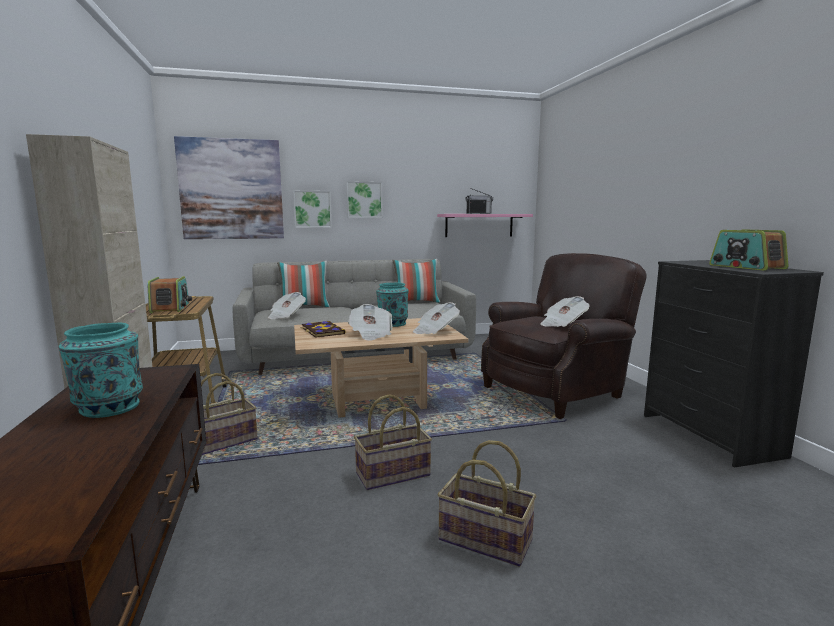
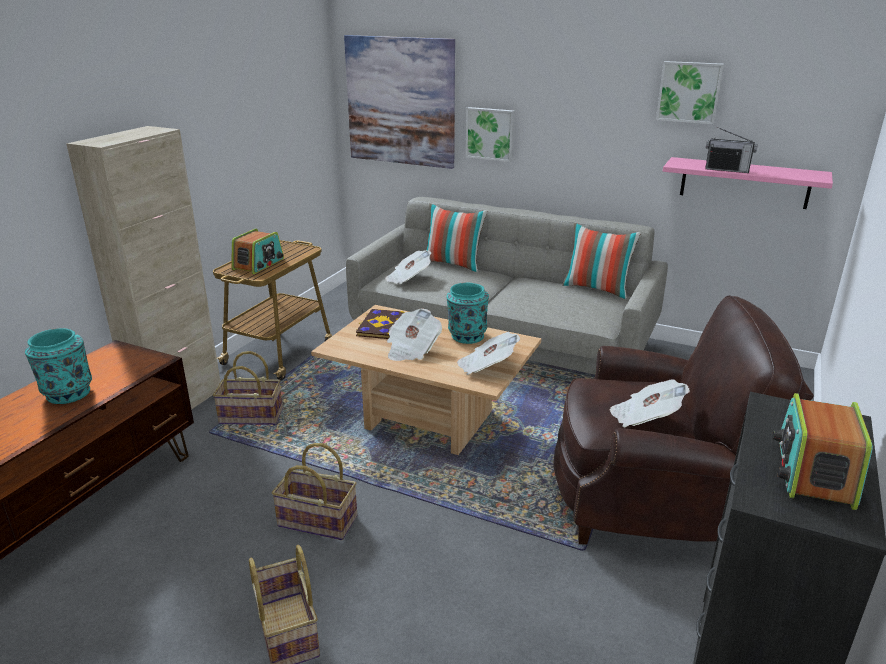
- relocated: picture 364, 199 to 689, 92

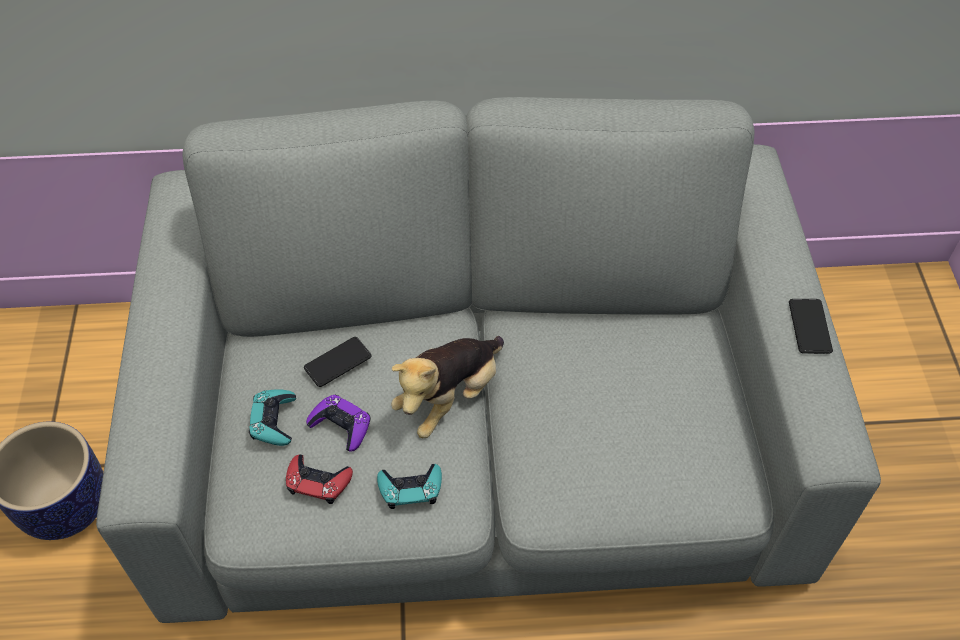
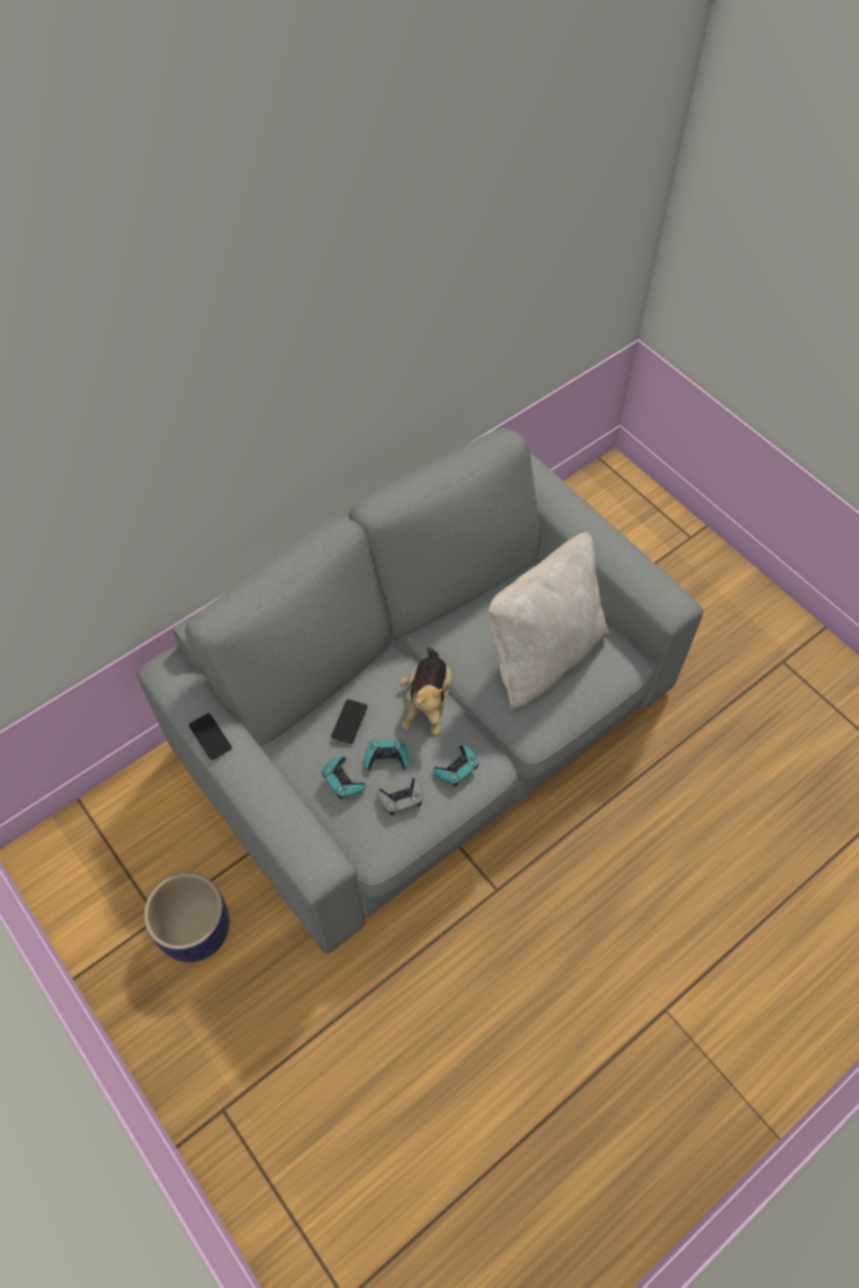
- relocated: phone 809, 327 to 210, 737
- colour: game controller in purple 341, 426 to game controller in turquoise 386, 758
- colour: game controller in red 318, 482 to game controller in grey 401, 798
- appeared: pillow in beige 542, 654

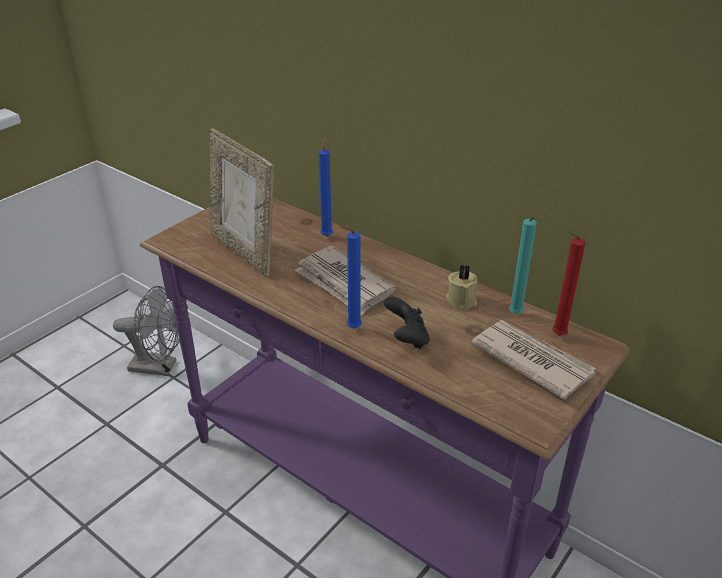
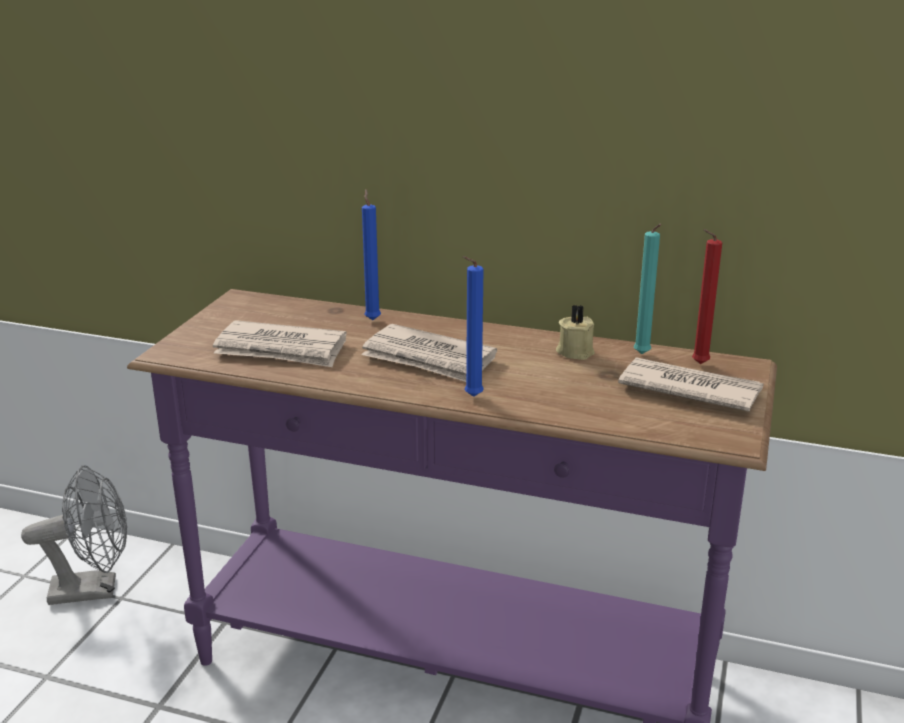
- exchanged: picture frame 245, 252 to newspaper 281, 349
- missing: game controller in black 407, 338

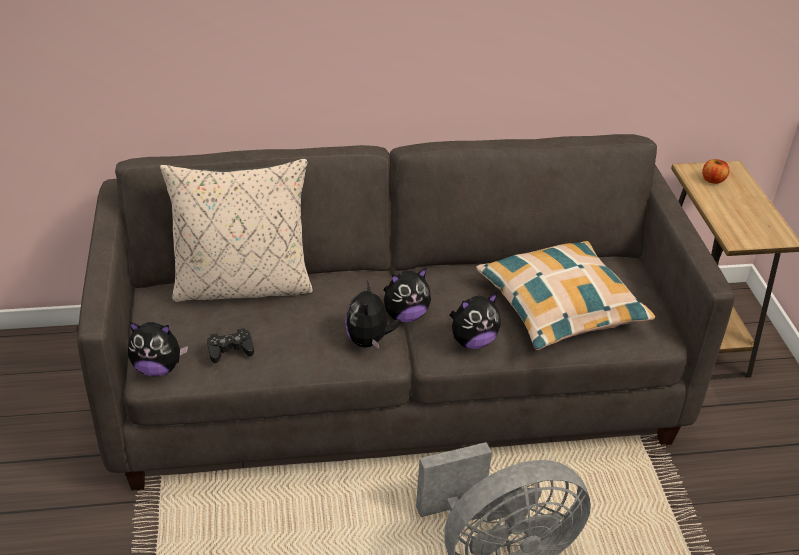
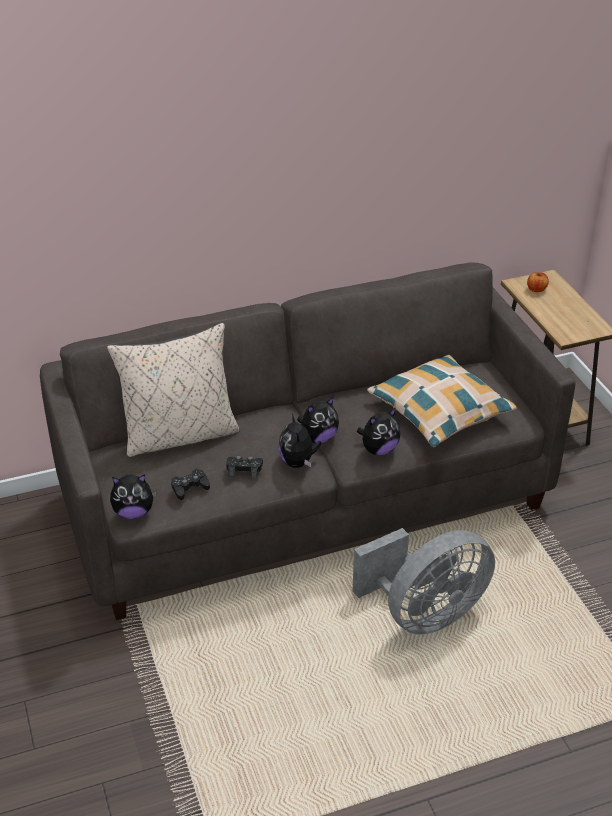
- appeared: game controller in black 244, 469

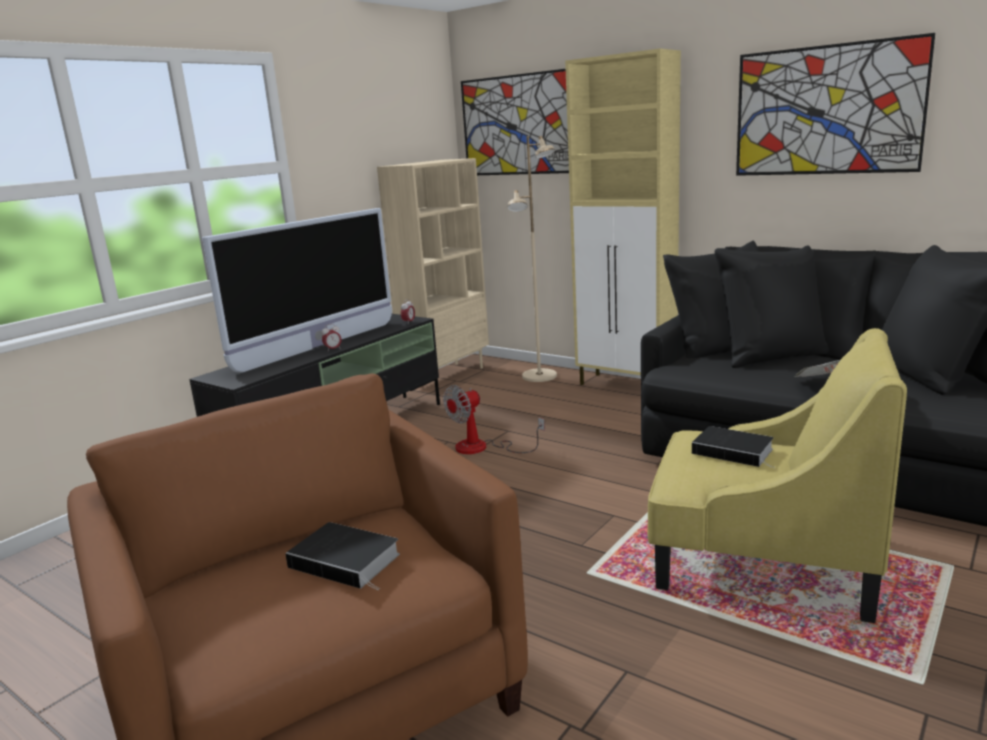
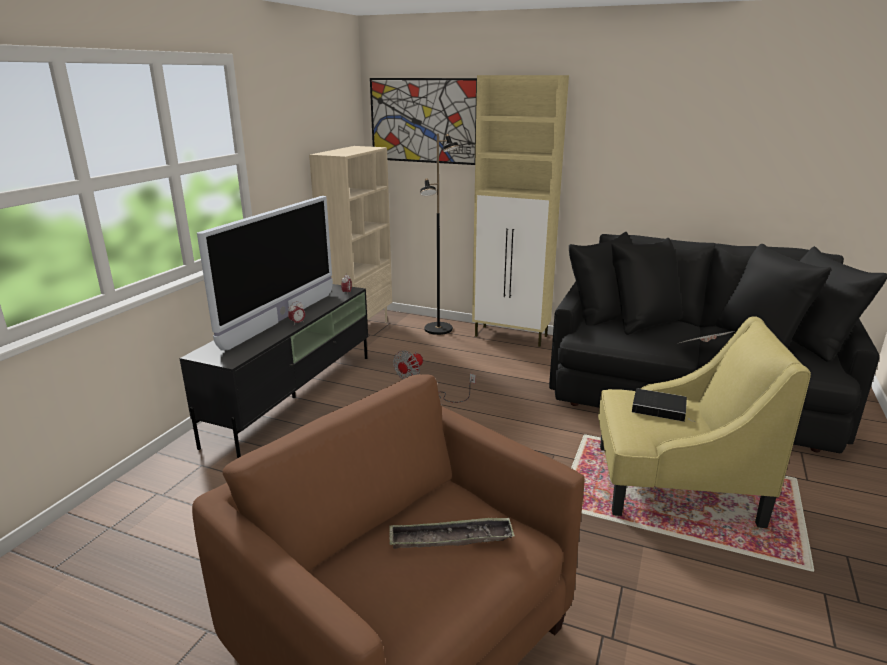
- missing: picture 826, 110
- colour: floor lamp in beige 540, 376 to floor lamp in black 439, 329
- exchanged: book 347, 561 to tray 450, 539

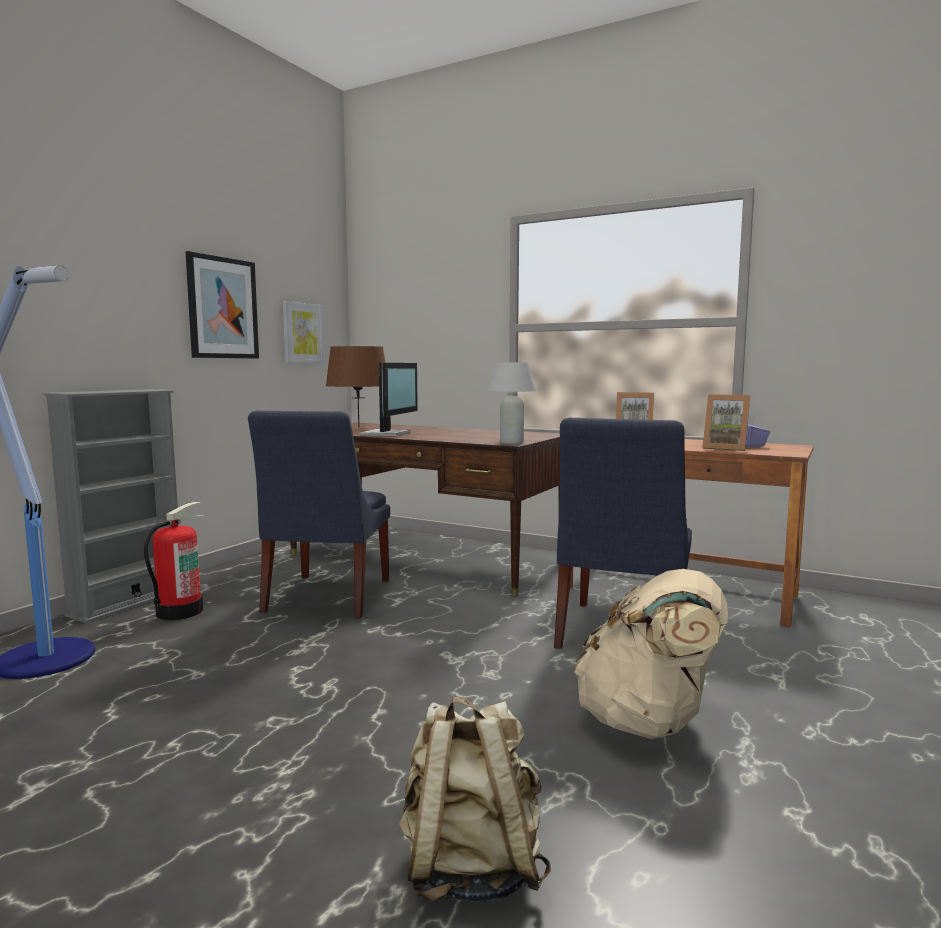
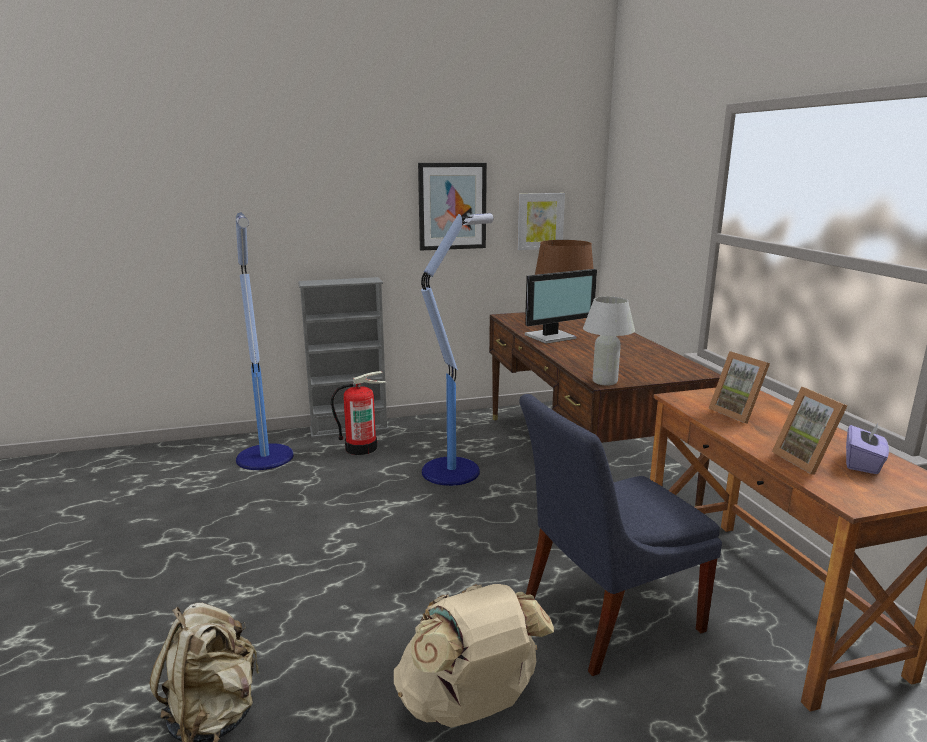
- exchanged: chair in blue 325, 597 to floor lamp 452, 470

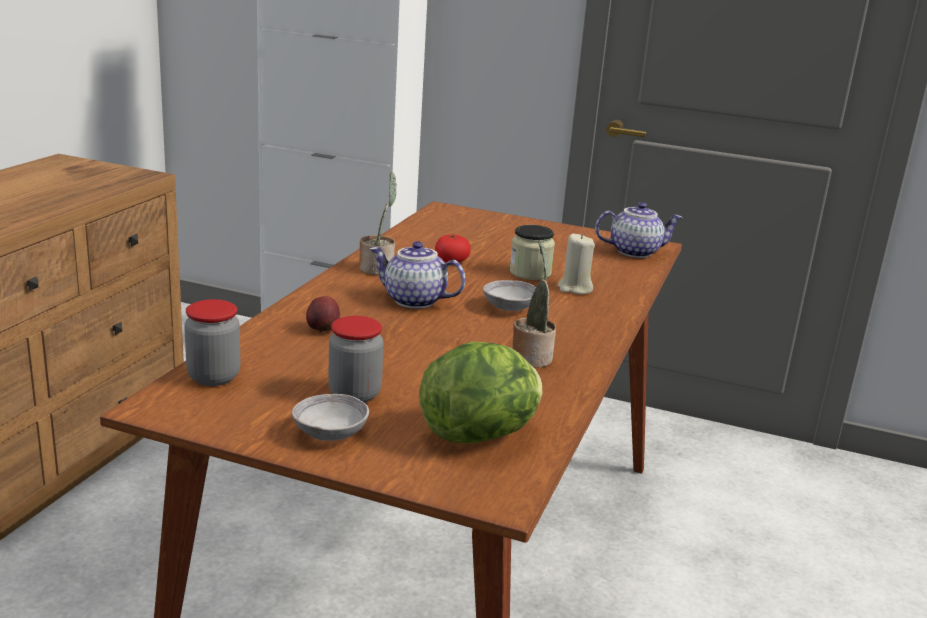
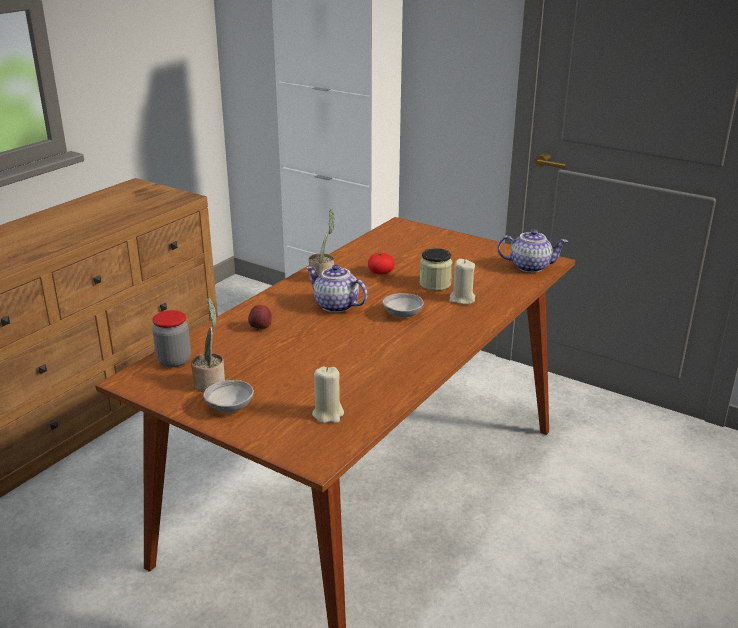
- relocated: potted plant 531, 357 to 210, 383
- missing: jar 354, 394
- exchanged: lettuce 481, 435 to candle in beige 328, 414

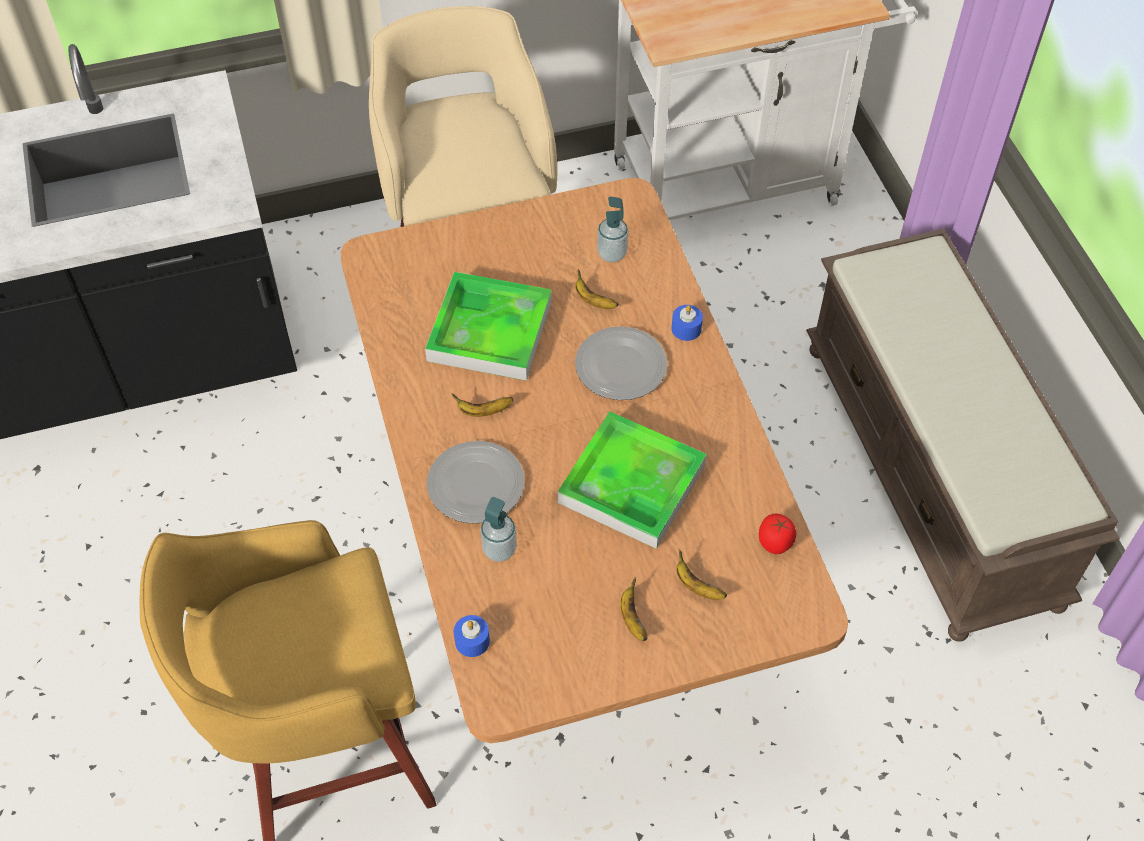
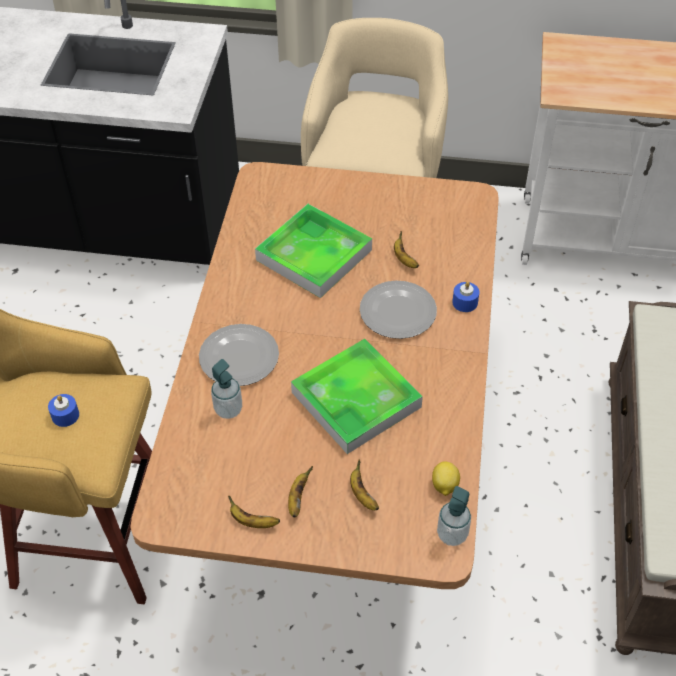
- relocated: soap dispenser 612, 254 to 452, 534
- relocated: banana 483, 411 to 252, 522
- exchanged: tomato 775, 543 to lemon 444, 486
- relocated: candle in blue 472, 641 to 65, 415

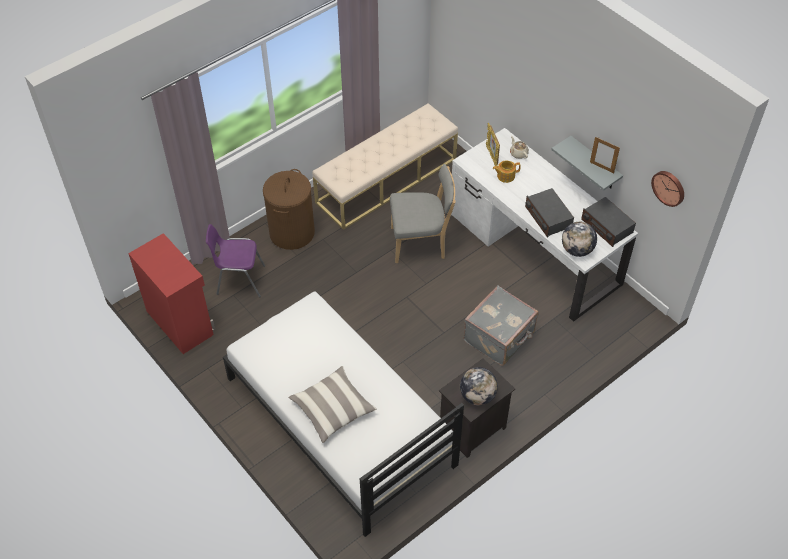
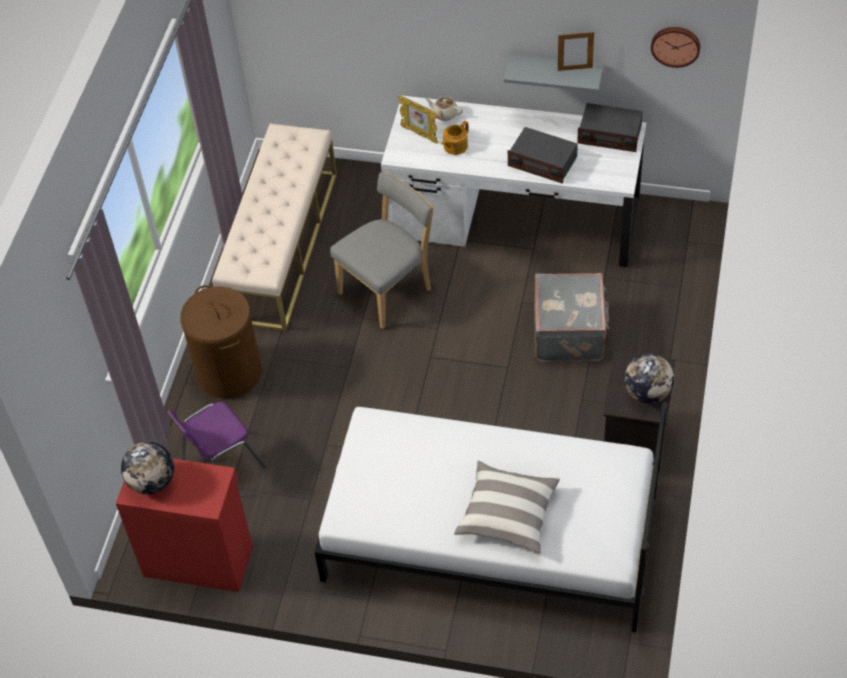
- relocated: globe 577, 250 to 152, 482

